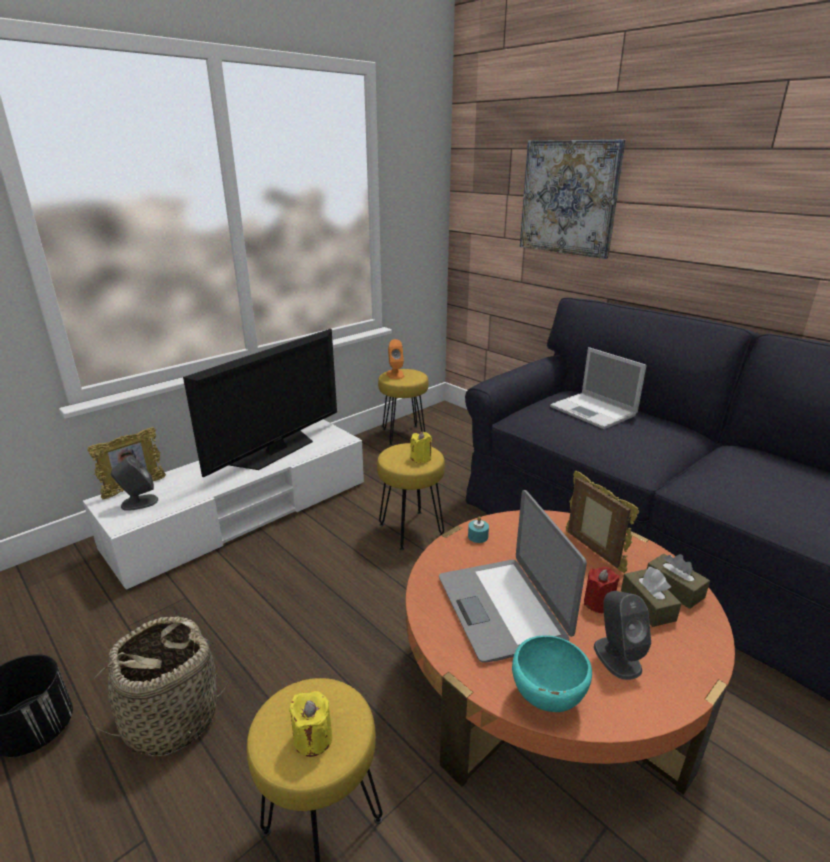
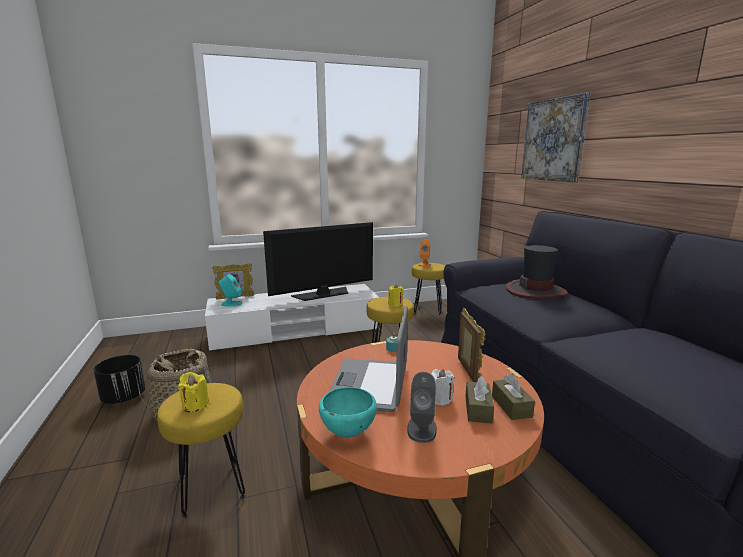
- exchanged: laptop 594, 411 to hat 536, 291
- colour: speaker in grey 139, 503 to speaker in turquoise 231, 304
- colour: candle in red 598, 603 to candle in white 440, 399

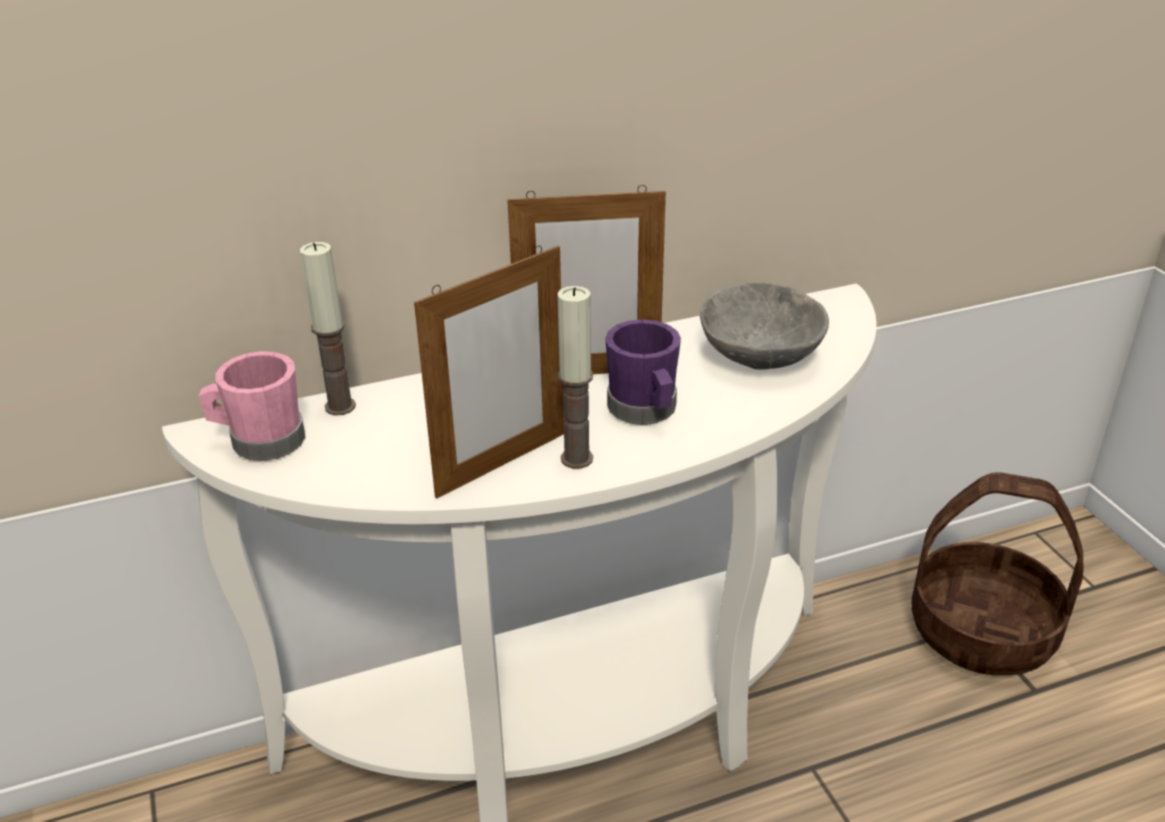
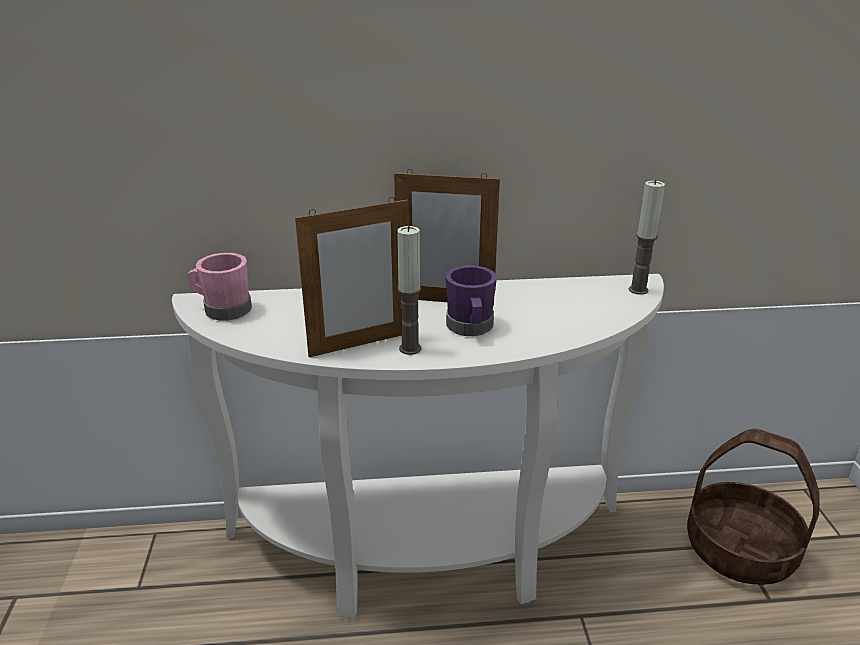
- relocated: candle 340, 406 to 638, 290
- missing: bowl in grey 759, 354

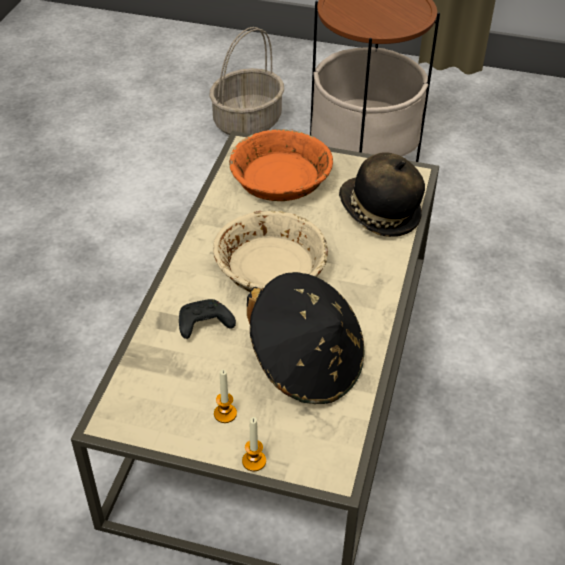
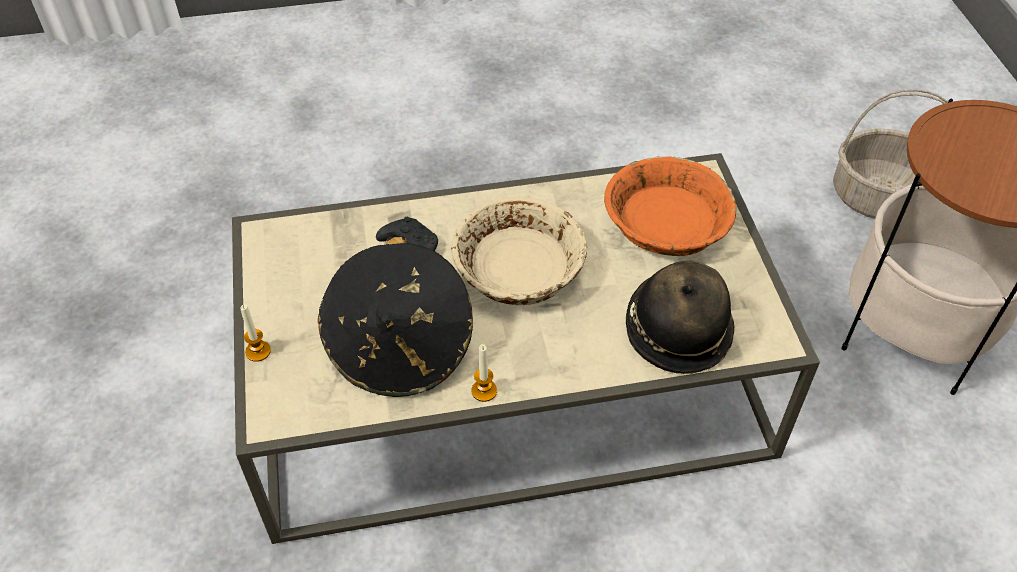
- relocated: candle 225, 414 to 484, 391

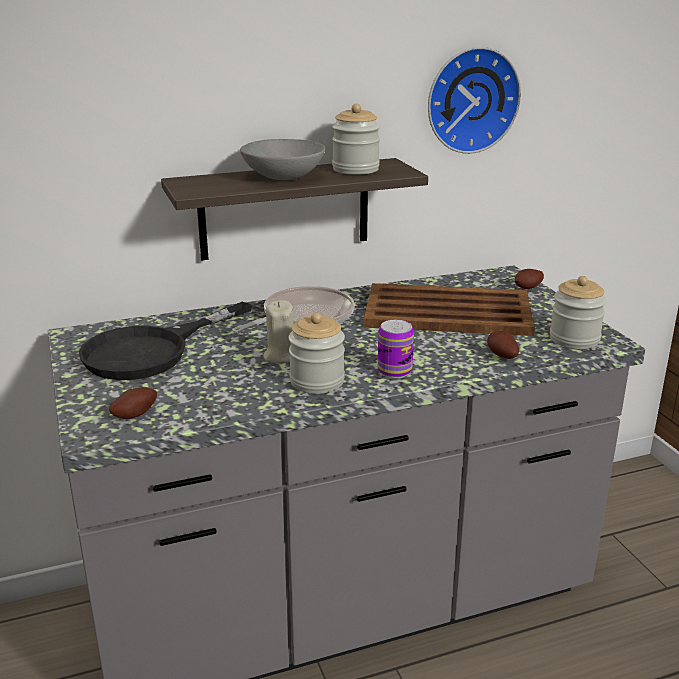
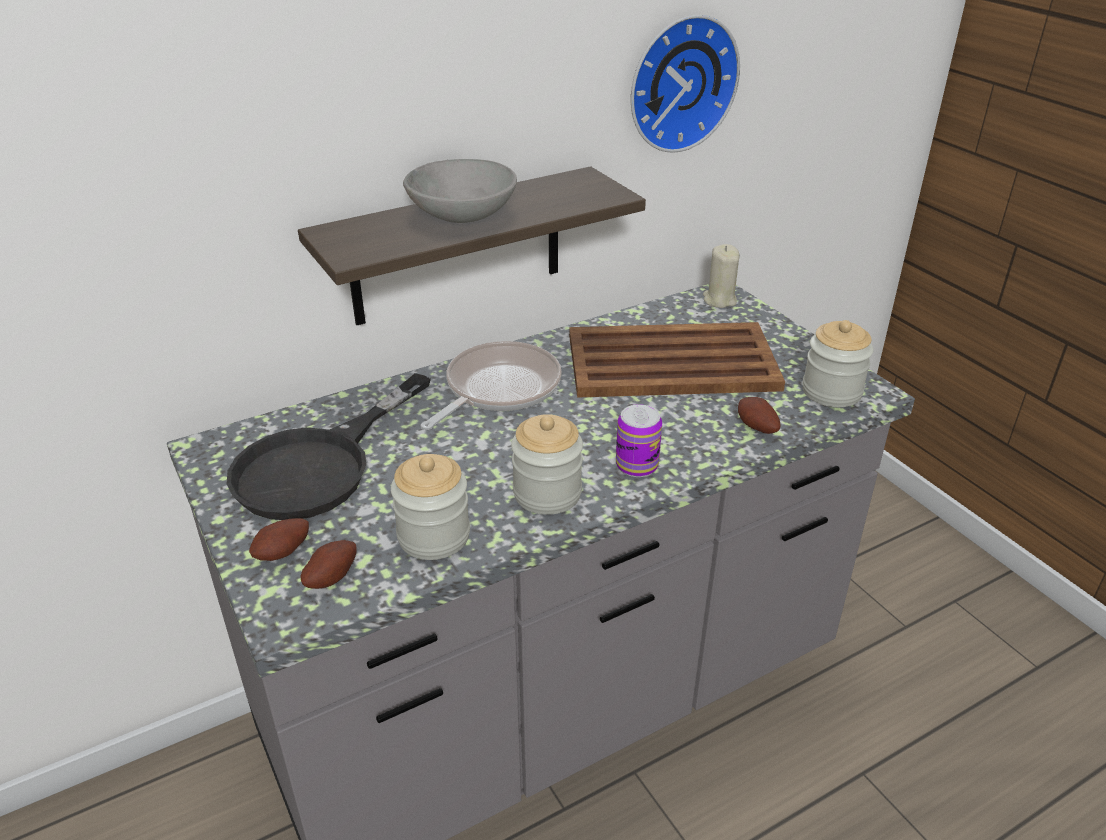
- relocated: jar 355, 169 to 434, 536
- relocated: potato 529, 288 to 284, 553
- relocated: candle in beige 280, 356 to 719, 300

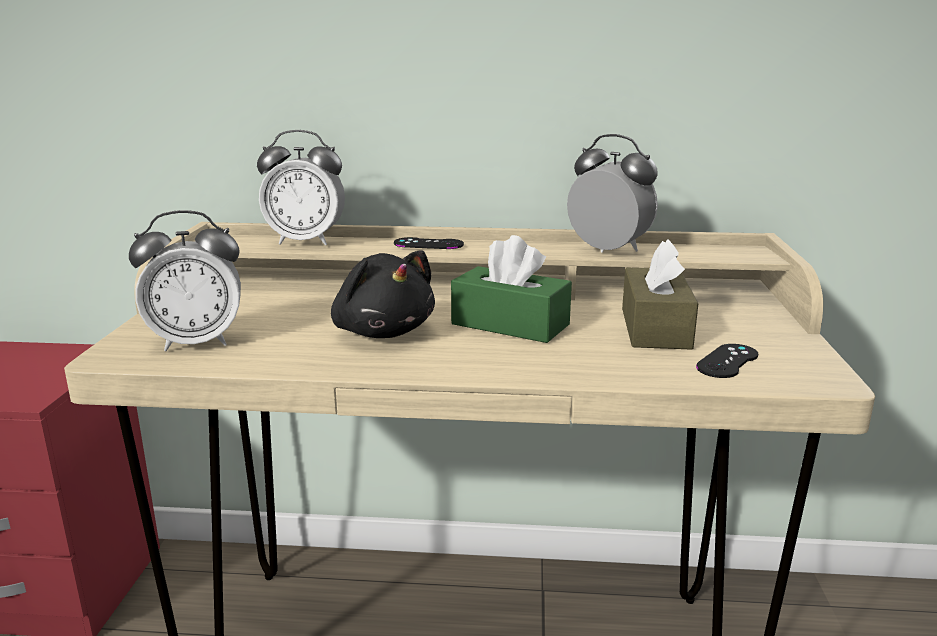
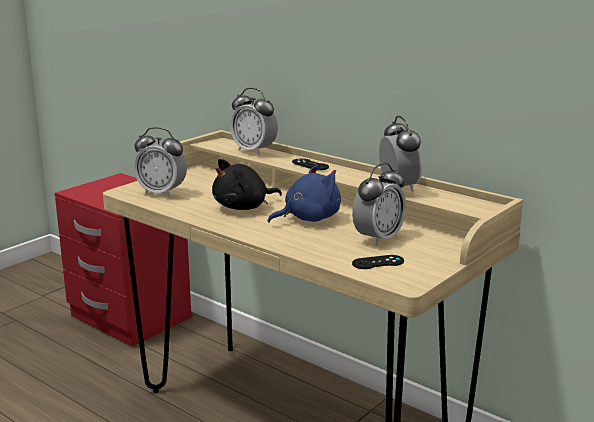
- exchanged: tissue box in green 510, 324 to plush toy in blue 308, 218
- exchanged: tissue box in brown 655, 328 to alarm clock 378, 239
- spun: plush toy in black 382, 331 = 243, 207 60 degrees clockwise

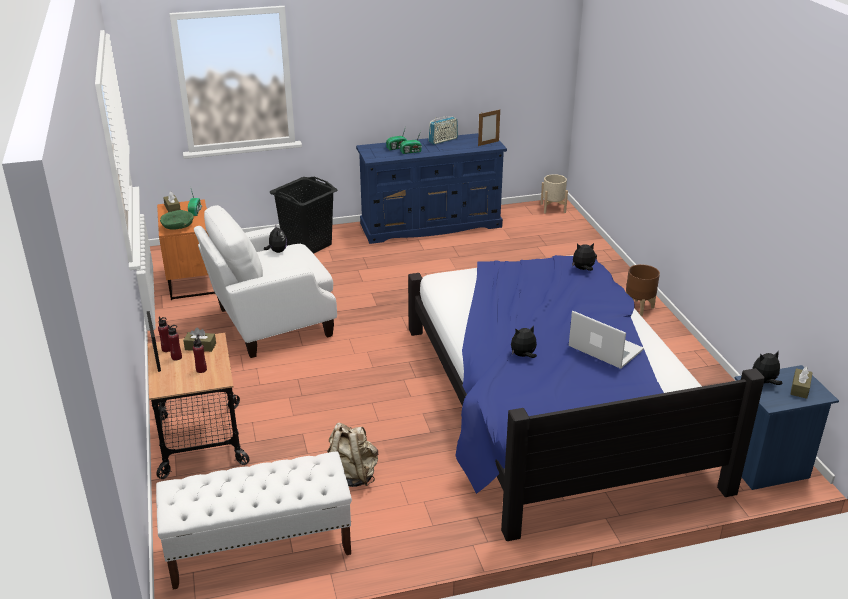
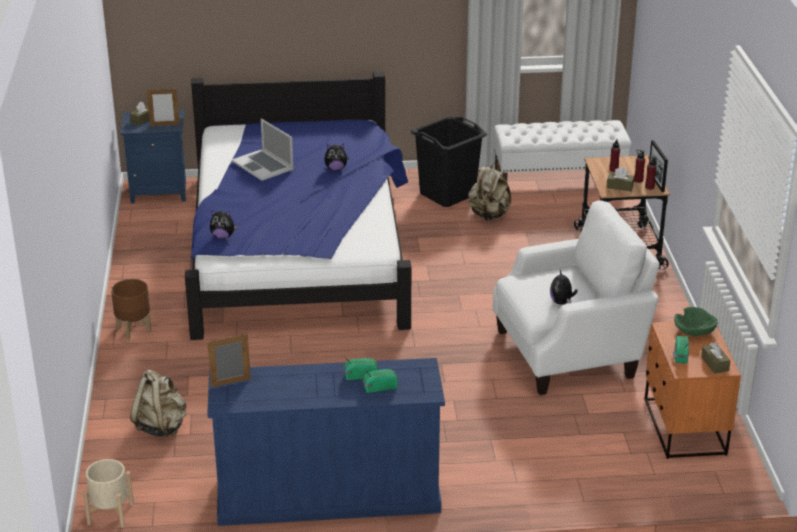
- missing: radio 443, 140
- relocated: laundry basket in black 307, 245 to 448, 194
- exchanged: plush toy 764, 382 to picture frame 164, 125
- appeared: backpack in beige 161, 426

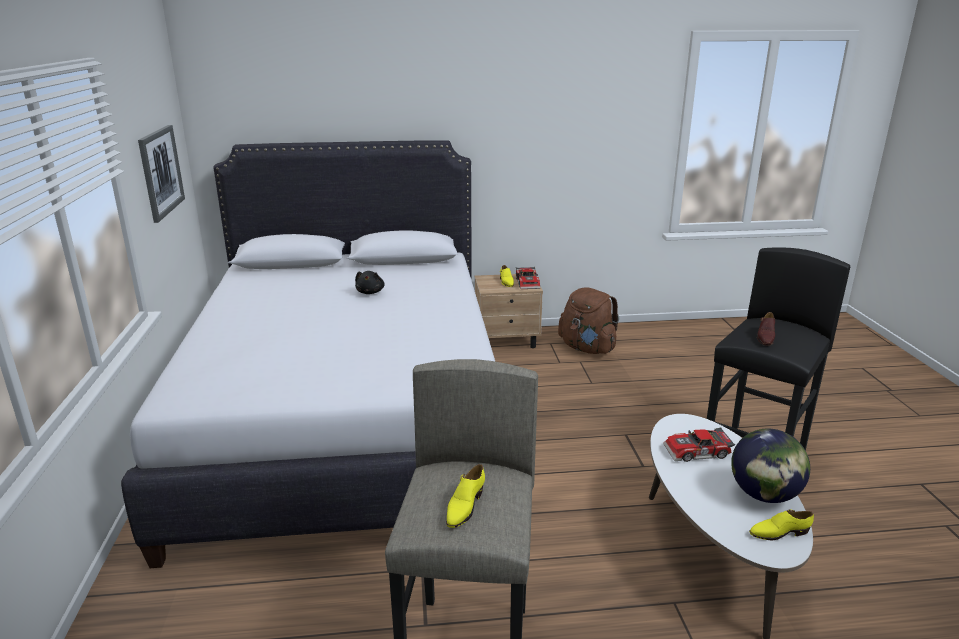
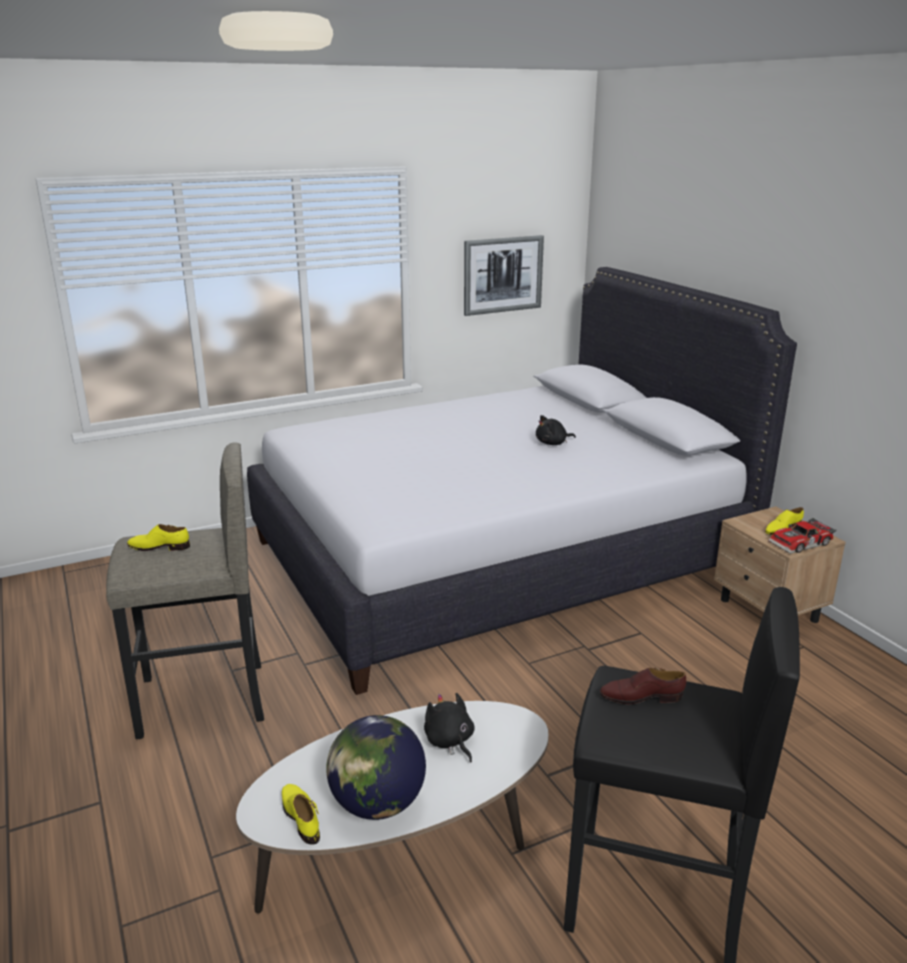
- missing: backpack in brown 587, 348
- exchanged: toy car 697, 452 to plush toy in black 450, 741

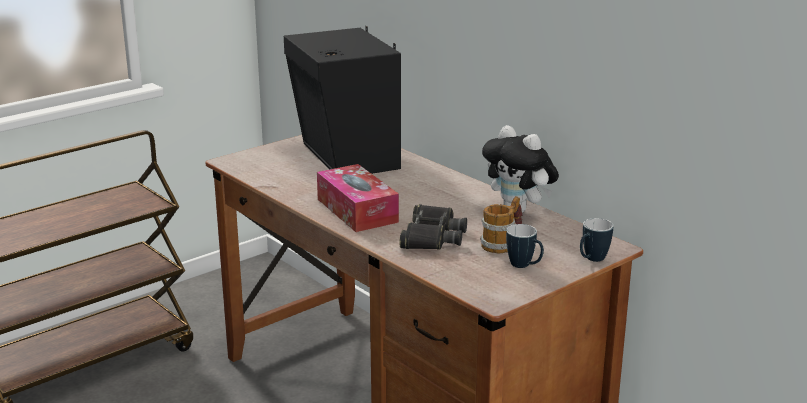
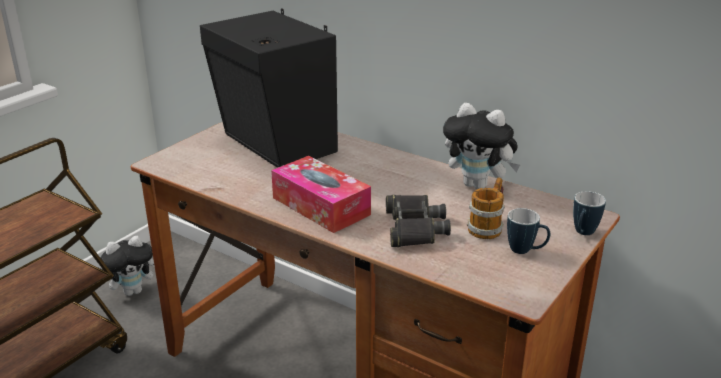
- appeared: plush toy 134, 291

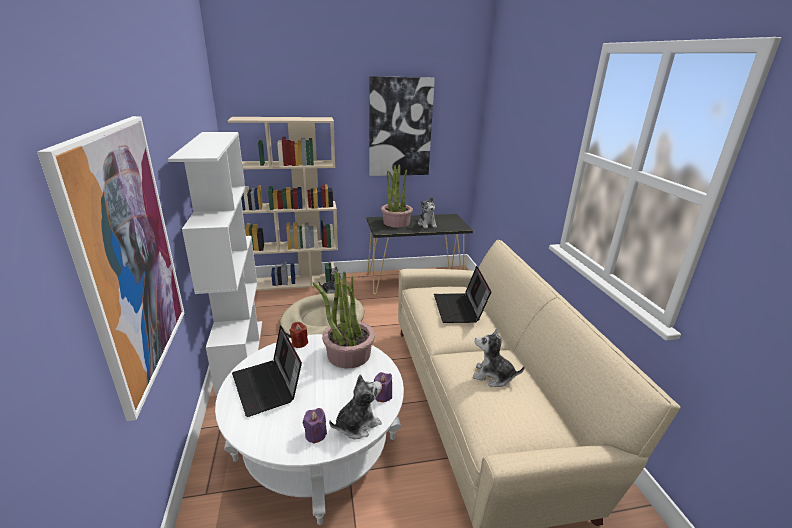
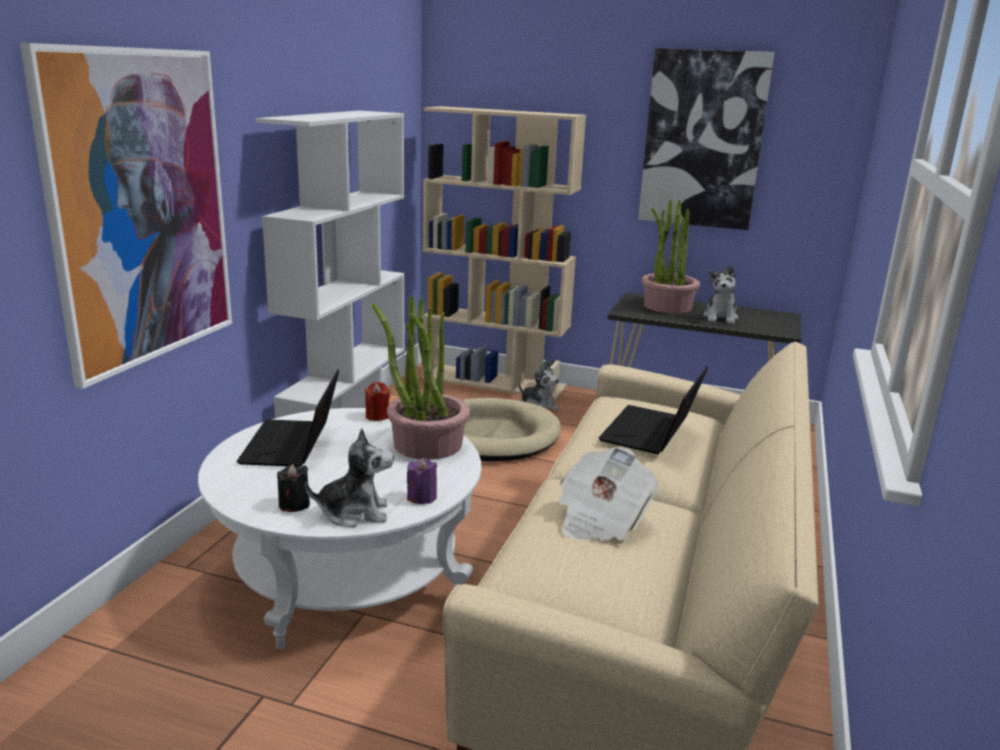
- exchanged: plush toy 493, 376 to newspaper 601, 519
- colour: candle in purple 315, 434 to candle in black 294, 505

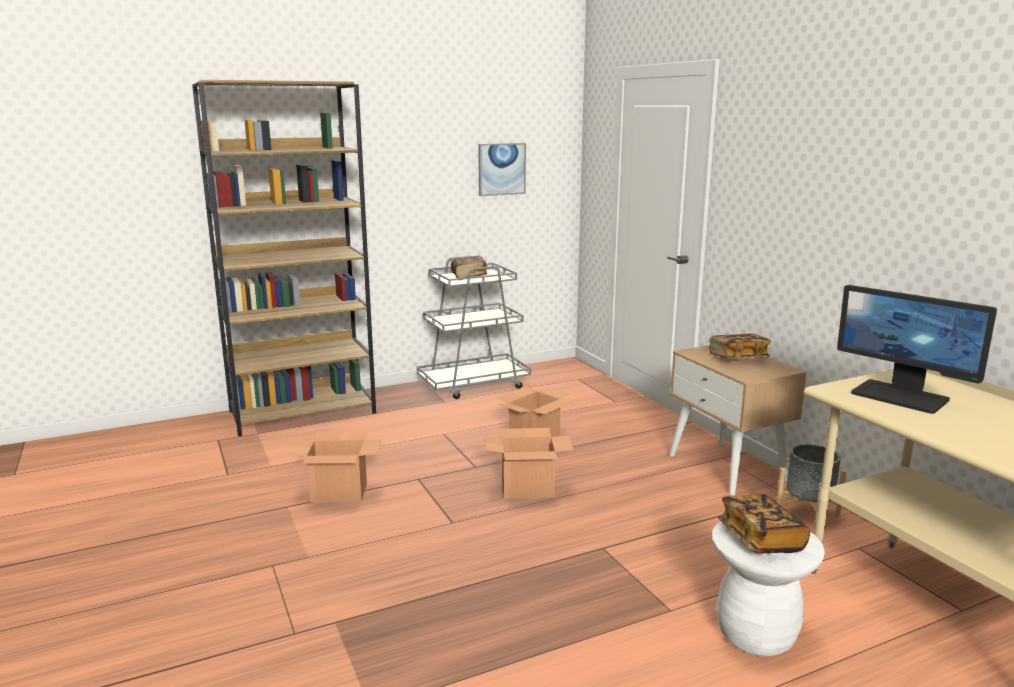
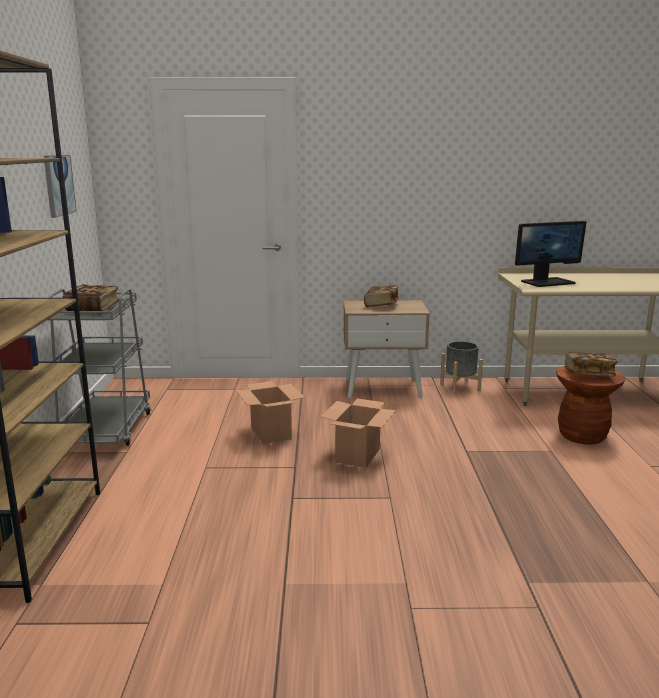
- missing: cardboard box 339, 493
- colour: stool in white 756, 635 to stool in brown 582, 436

